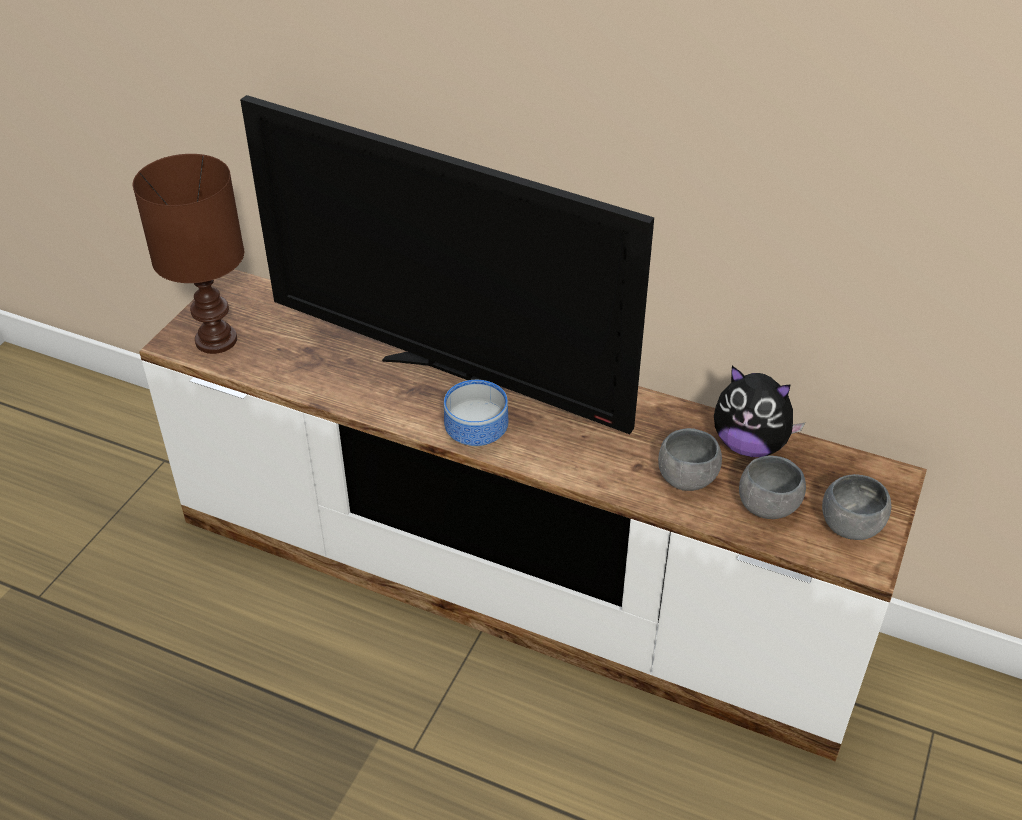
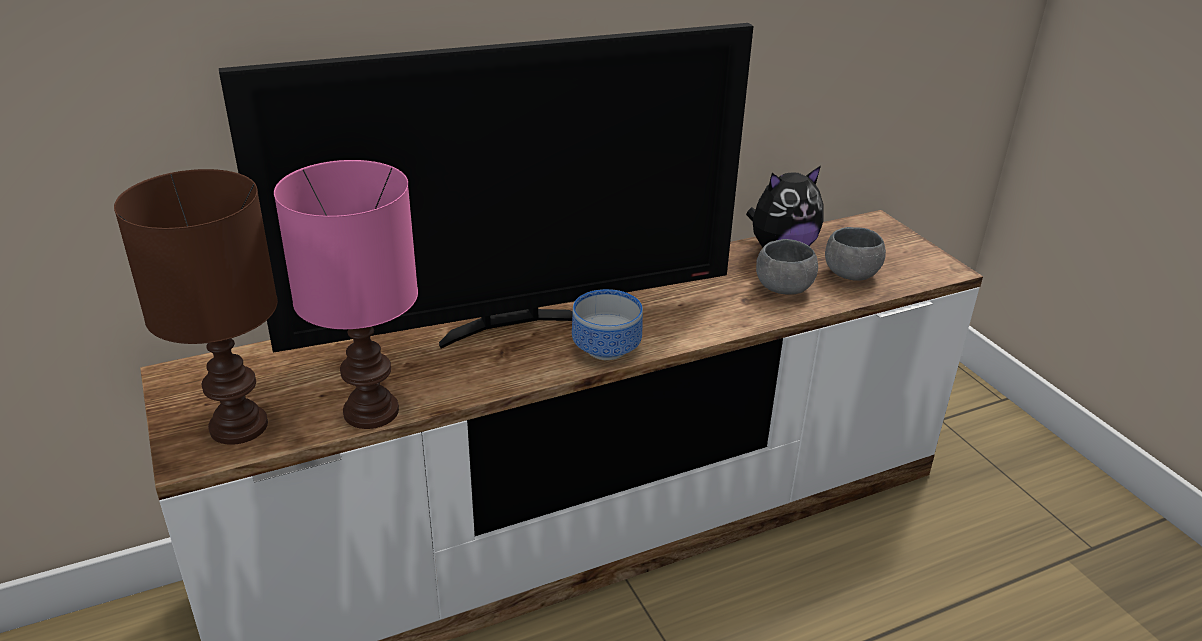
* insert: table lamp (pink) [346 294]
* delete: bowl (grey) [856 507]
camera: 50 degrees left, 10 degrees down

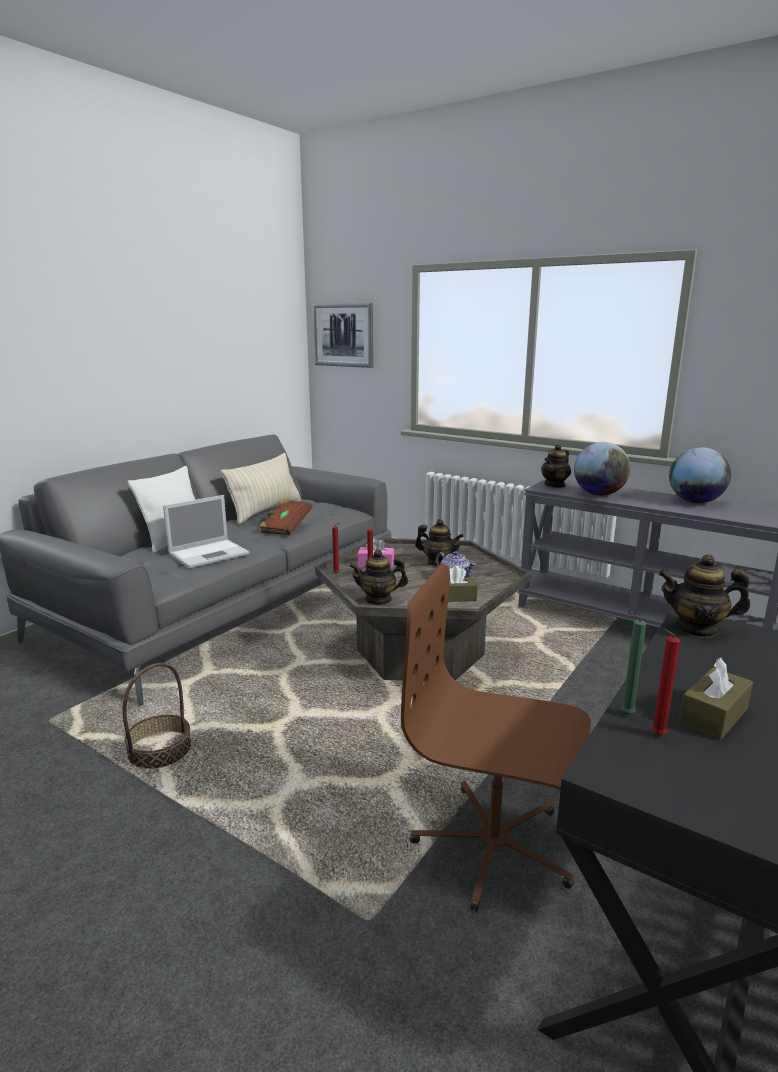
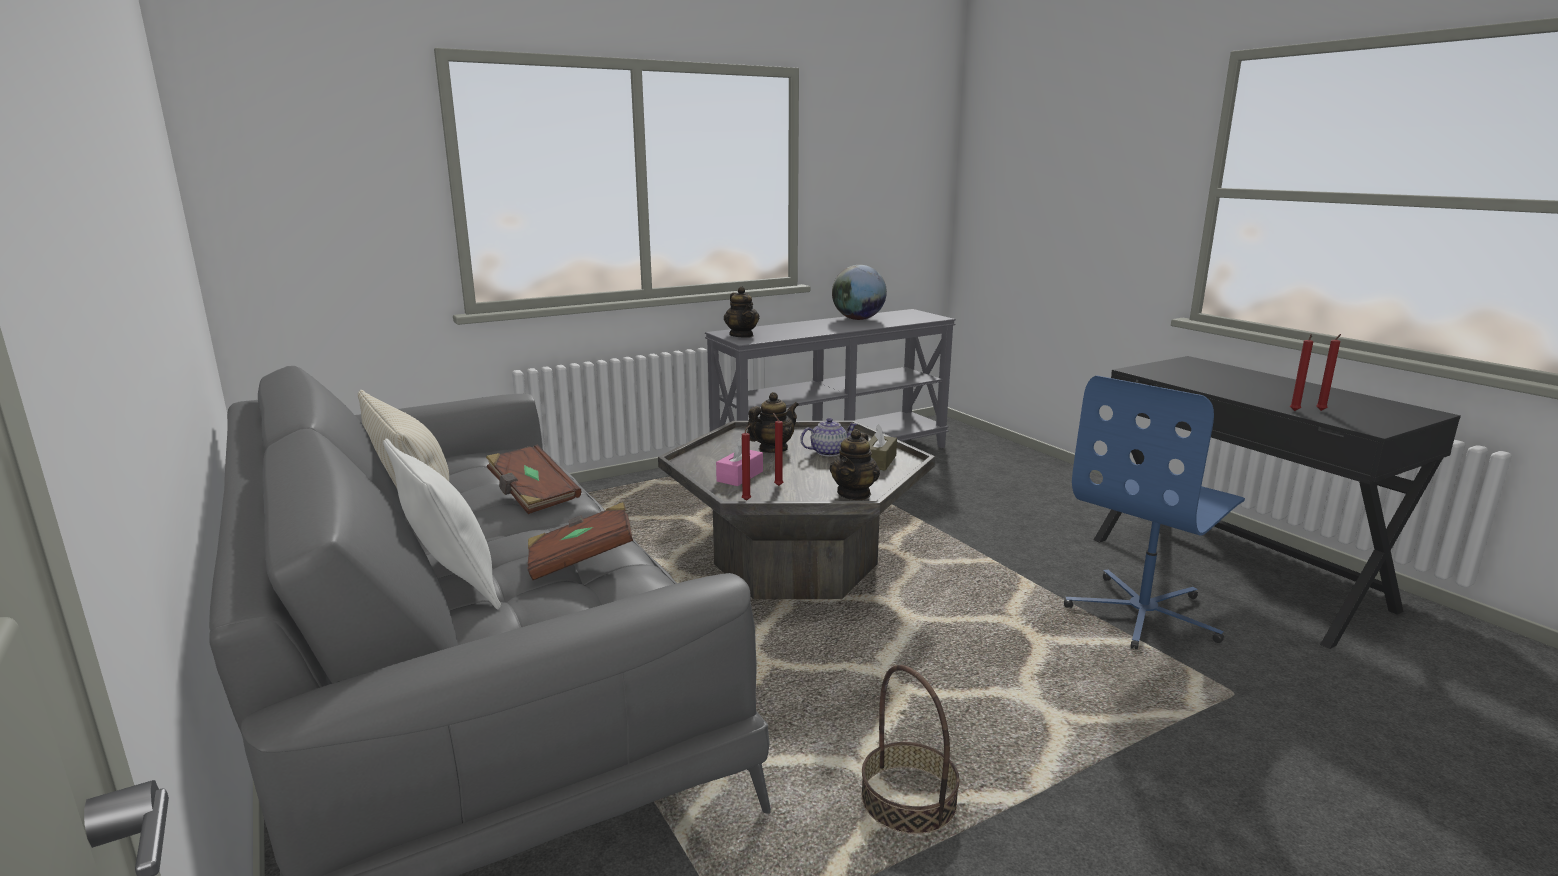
* replace: laptop [206 532] to book (brown) [580 541]
* recolor: office chair (brown) [496 737] to office chair (blue) [1154 512]
* recolor: candle (green) [633 662] to candle (red) [1301 372]
* delete: picture [343 335]
* delete: globe [602 469]
* delete: teapot [704 596]
* delete: tissue box (brown) [716 698]
camera: 65 degrees left, 0 degrees up

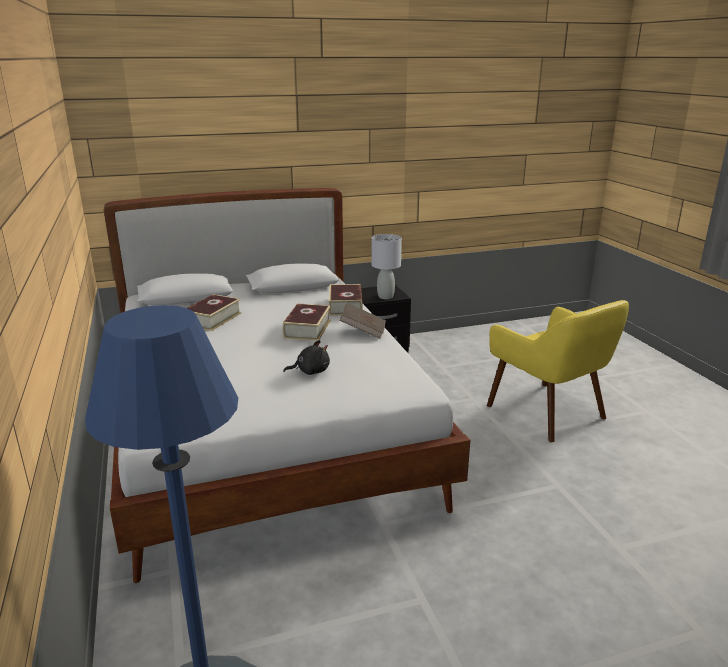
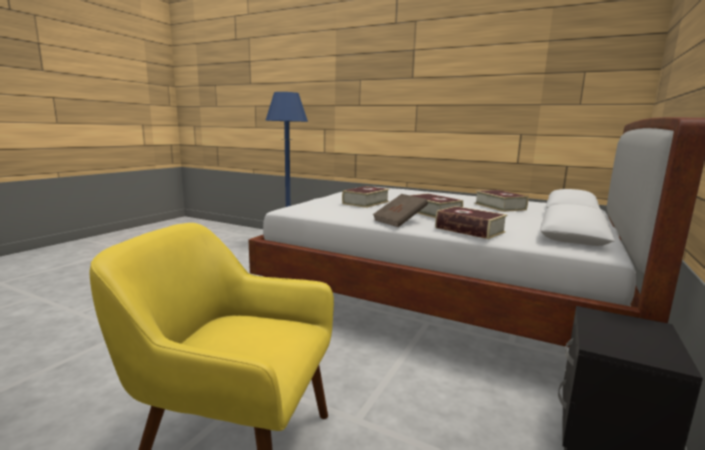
* replace: plush toy (black) [306 357] to book [366 197]
* delete: table lamp (grey) [386 266]
camera: 135 degrees right, 10 degrees down

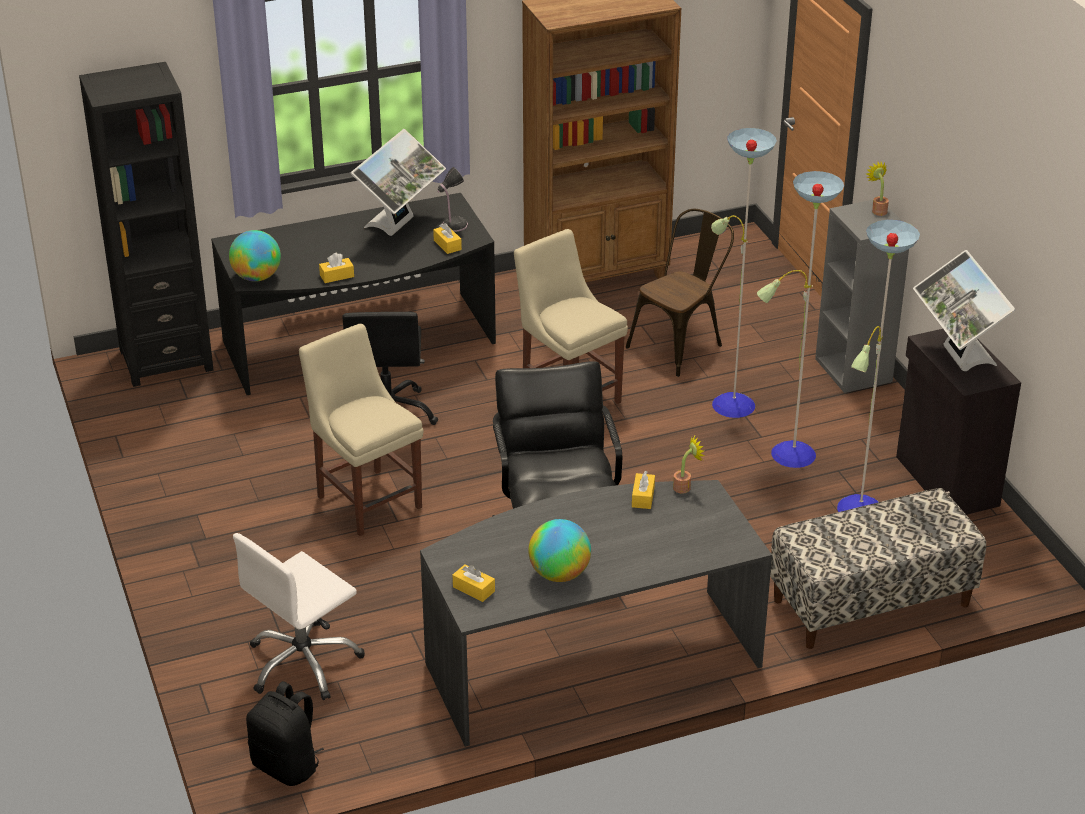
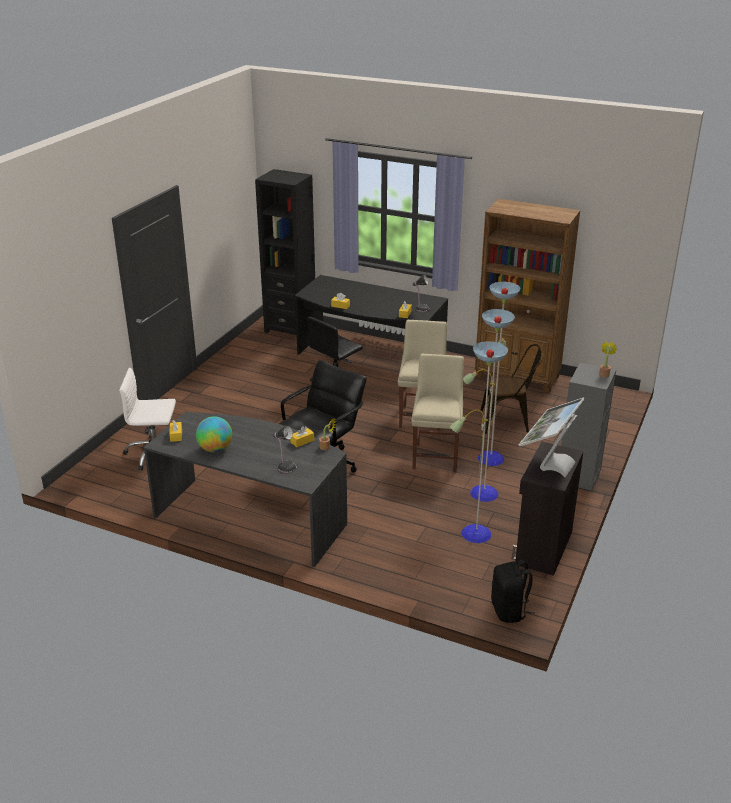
* insert: table lamp [285 449]
* move: chair (beige) [361 430] to [437 413]
* move: backpack (black) [285 733] to [513 591]
* delete: globe [255 256]
* delete: monitor [398 182]
* delete: bench [878 568]
camera: 45 degrees right, 5 degrees down

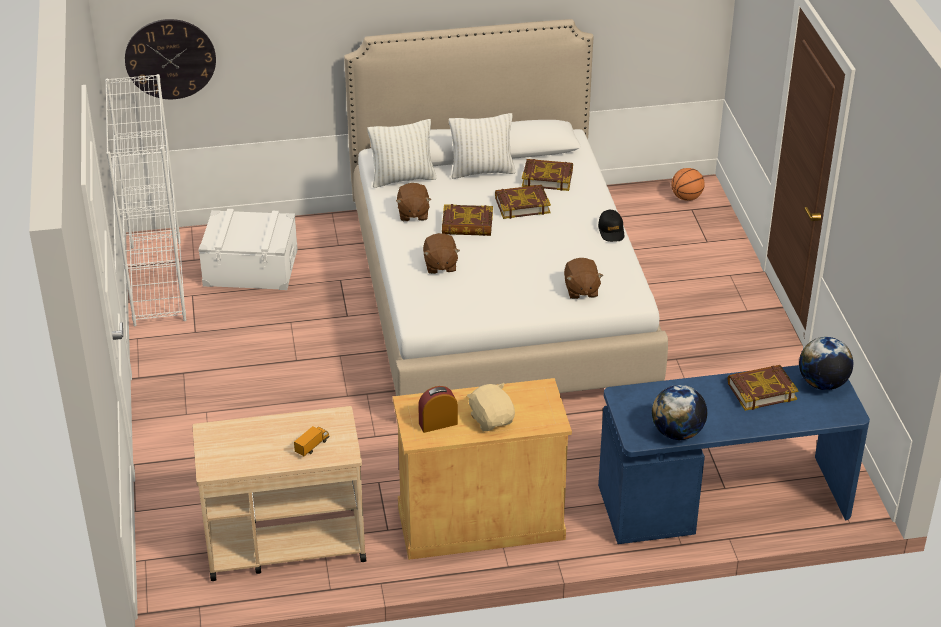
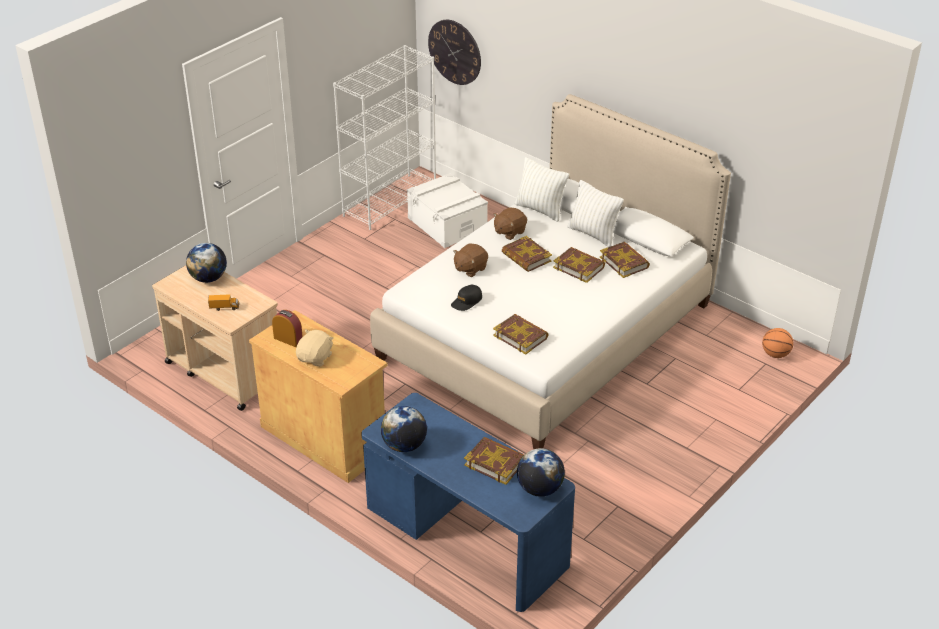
* insert: globe [206 263]
* move: cap (black) [611 226] to [466 298]
* replace: plush toy (brown) [583 278] to book [520 334]
camera: 50 degrees right, 0 degrees up

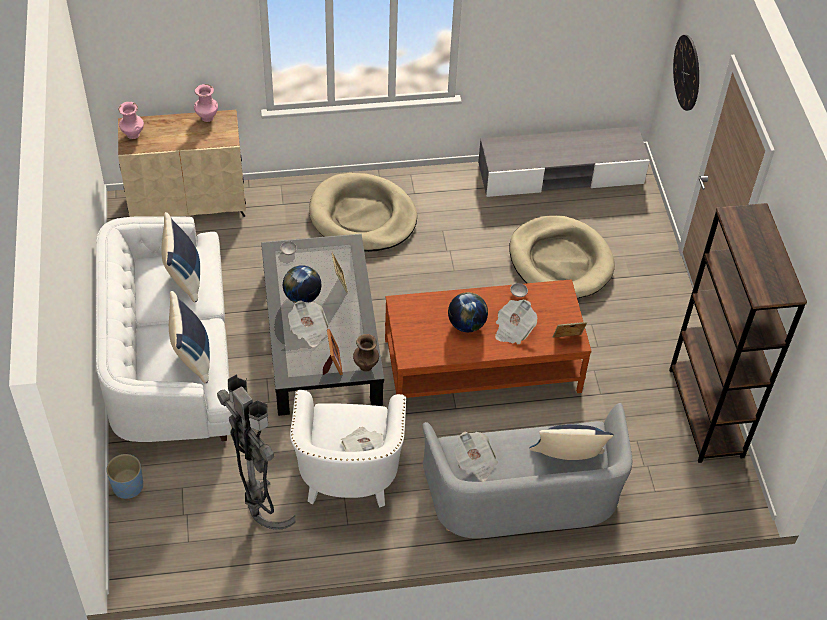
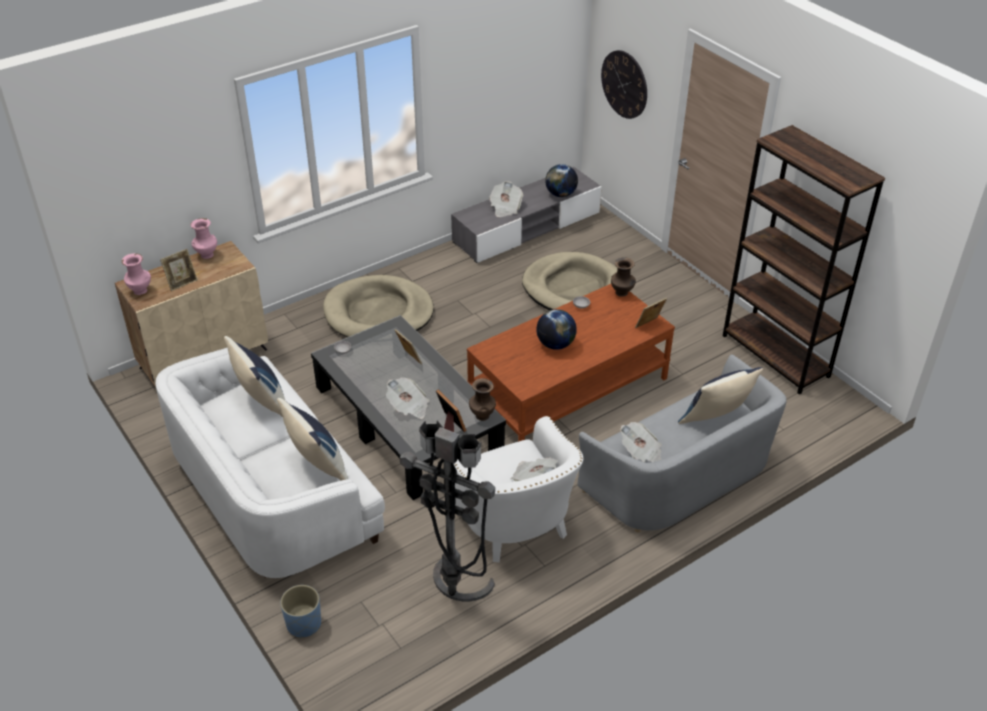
* insert: picture frame [178 270]
* move: newspaper [516 322] to [506 199]
* move: globe [302 284] to [561 180]
* insert: vase (brown) [623 277]
camera: 25 degrees left, 10 degrees down

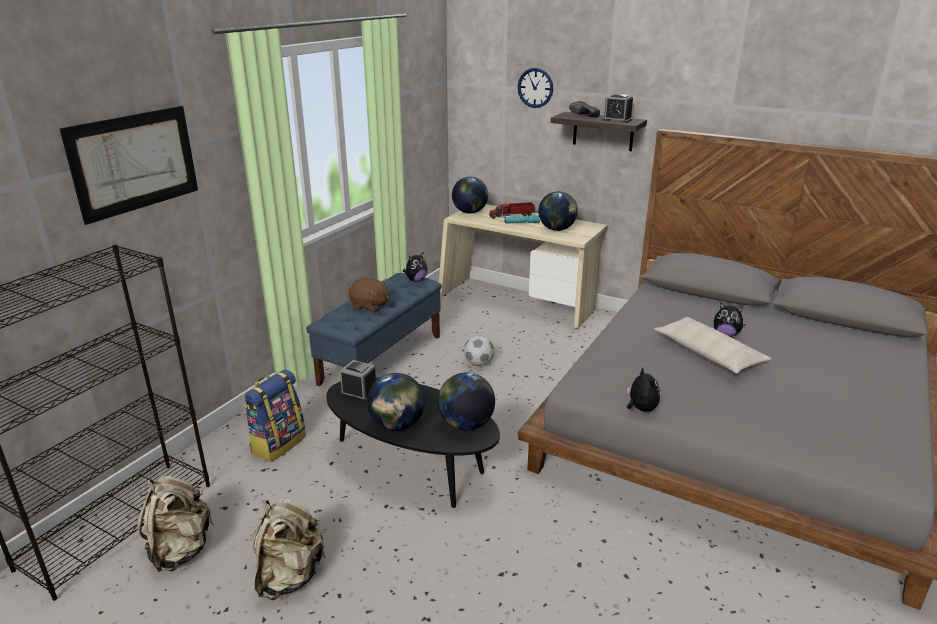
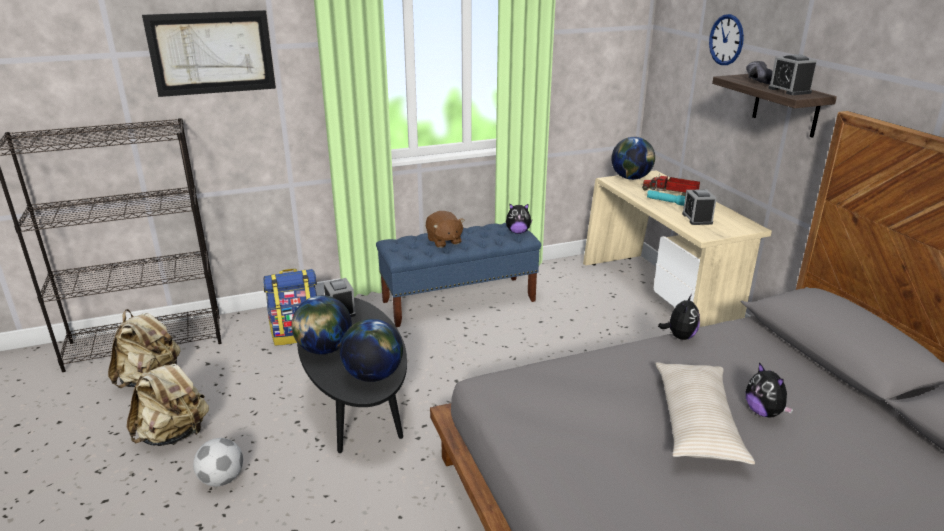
* move: football [479 350] to [218 462]
* move: plush toy [643 389] to [679 317]
* replace: globe [558 211] to alarm clock [699 207]
camera: 40 degrees right, 0 degrees up

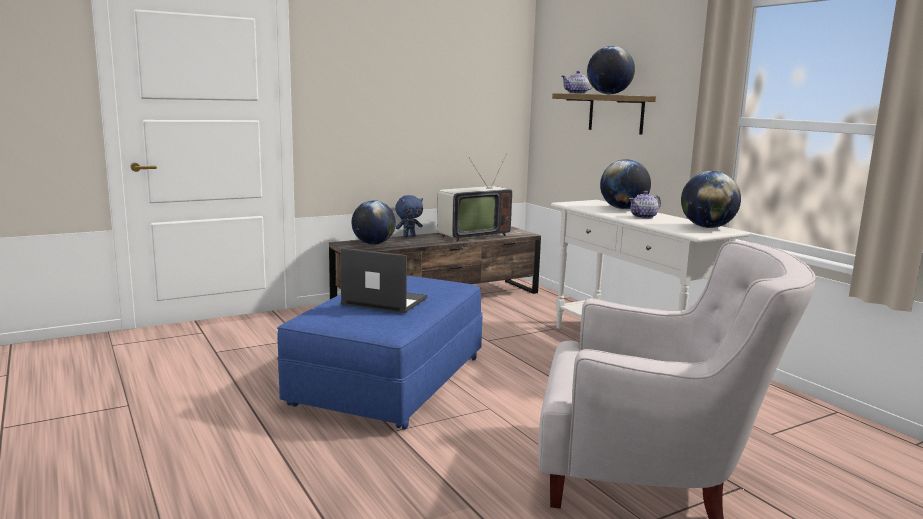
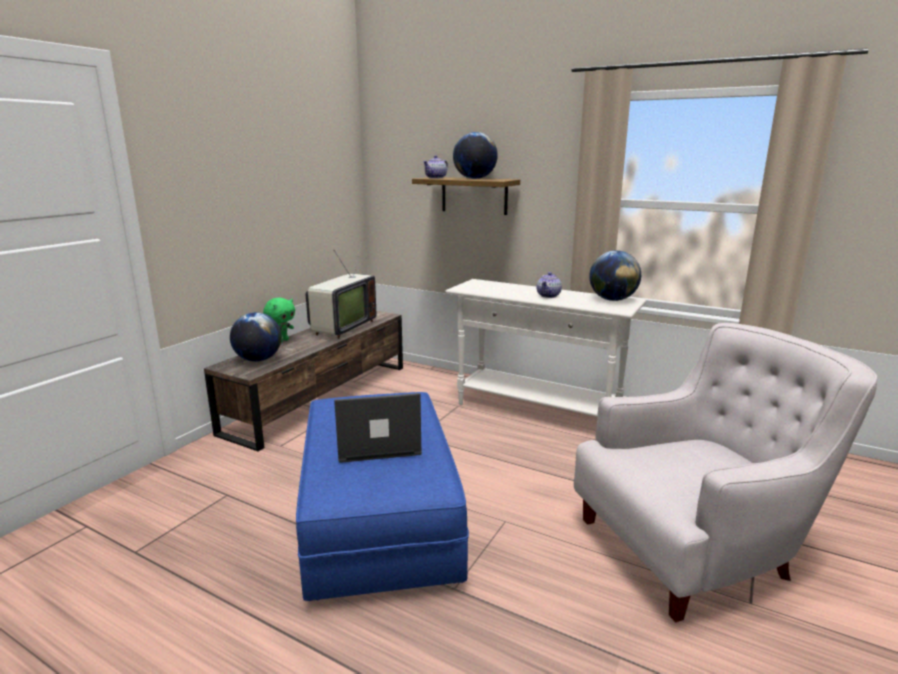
* recolor: plush toy (blue) [409 216] to plush toy (green) [279 320]
* delete: globe [625 184]
camera: 30 degrees left, 5 degrees up

